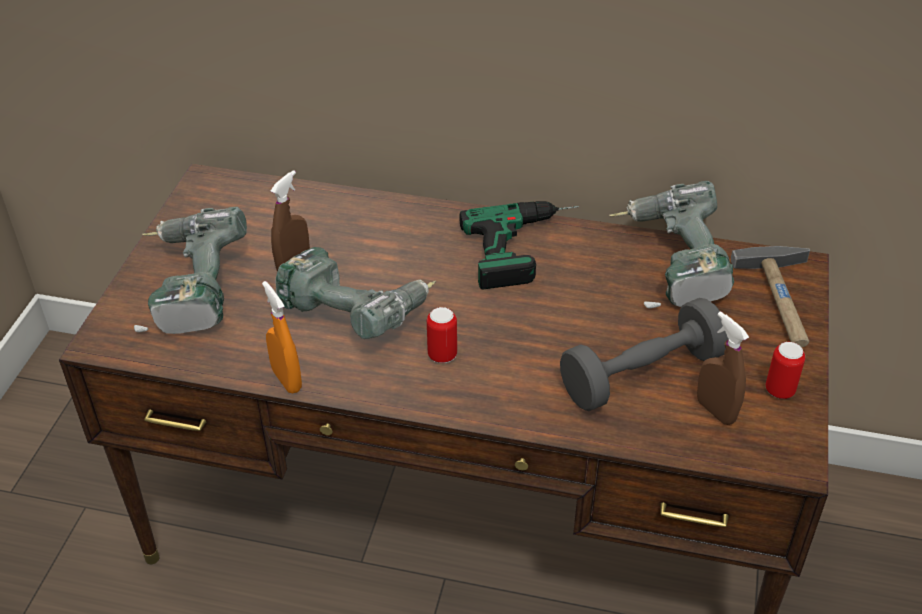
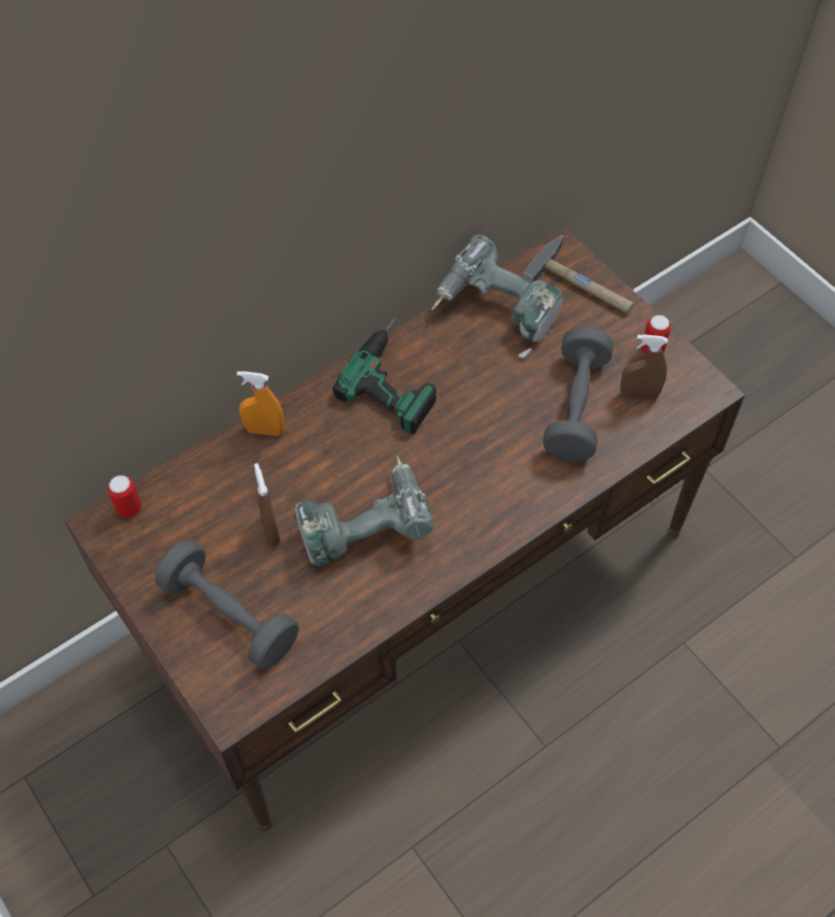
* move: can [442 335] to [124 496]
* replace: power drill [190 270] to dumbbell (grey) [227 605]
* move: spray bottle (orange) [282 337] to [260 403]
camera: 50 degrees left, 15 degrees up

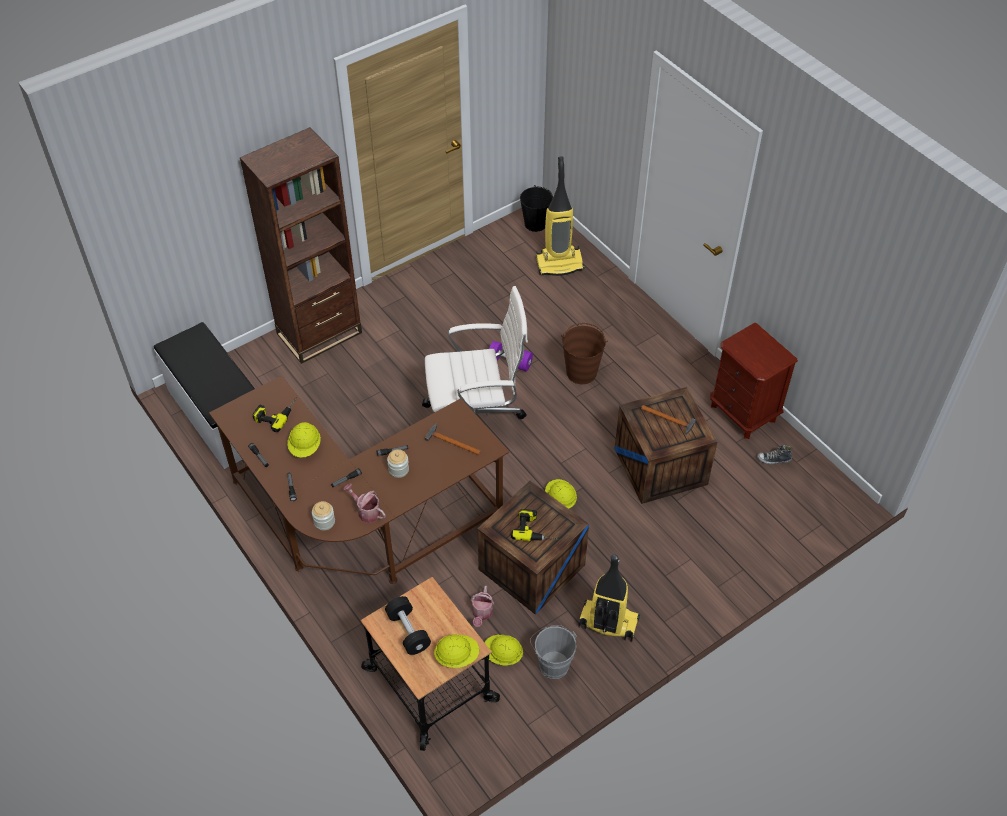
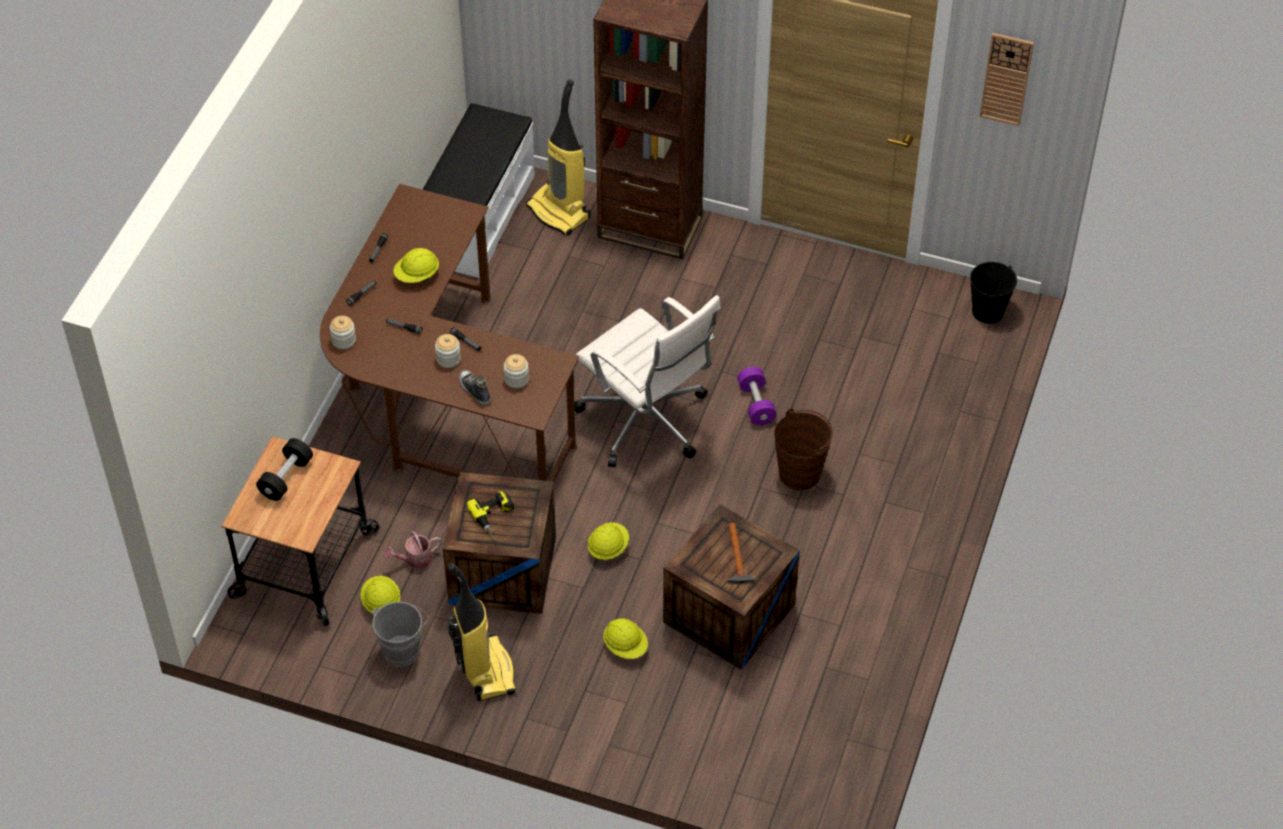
* move: shoe [774 455] to [475 387]
* replace: hammer [453 439] to jar [516 371]
* move: vacuum cleaner [560 216] to [558 157]
* move: hard hat (yellow) [456 651] to [625 638]
* insert: wall clock [1006 79]
* delete: power drill [275 415]
* delete: watering can [365 503]
* delete: nightstand (brown) [754 381]
camera: 55 degrees right, 0 degrees up

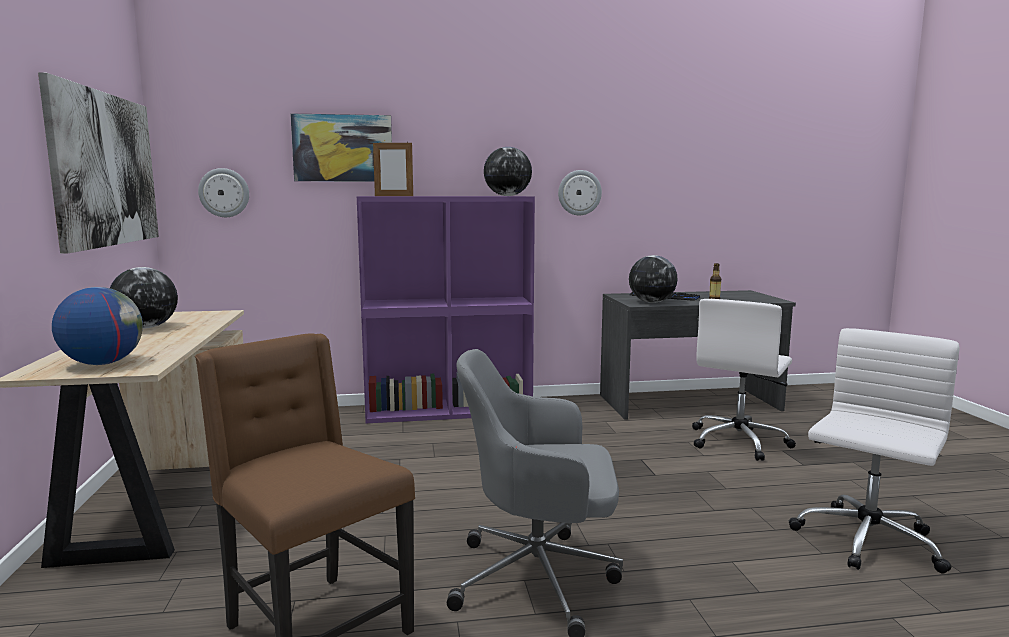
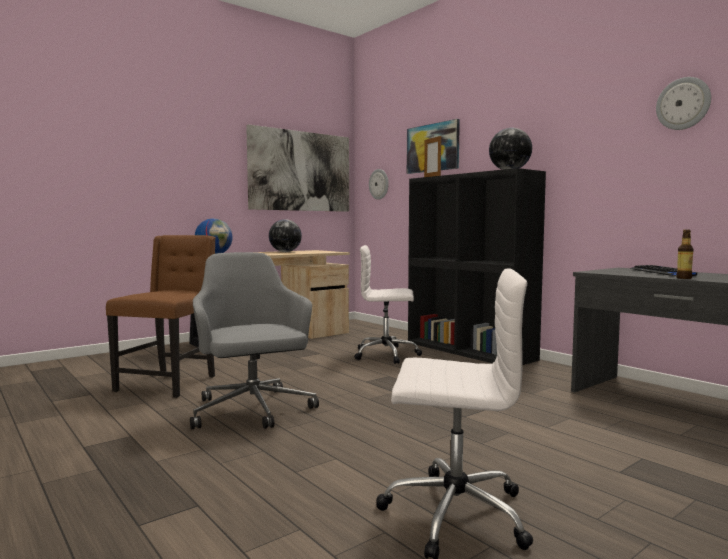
* move: office chair (white) [744 380] to [388 304]
* recolor: bookcase (purple) [446 309] to bookcase (black) [477 266]
* move: wall clock [580 192] to [683 103]
* delete: globe [653 279]
camera: 60 degrees right, 5 degrees down

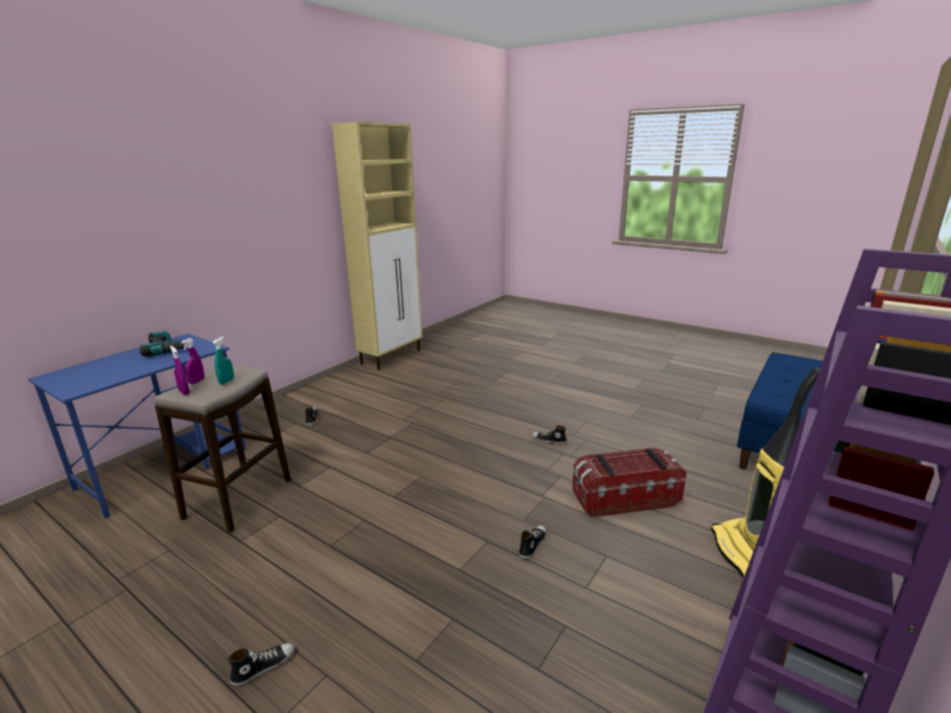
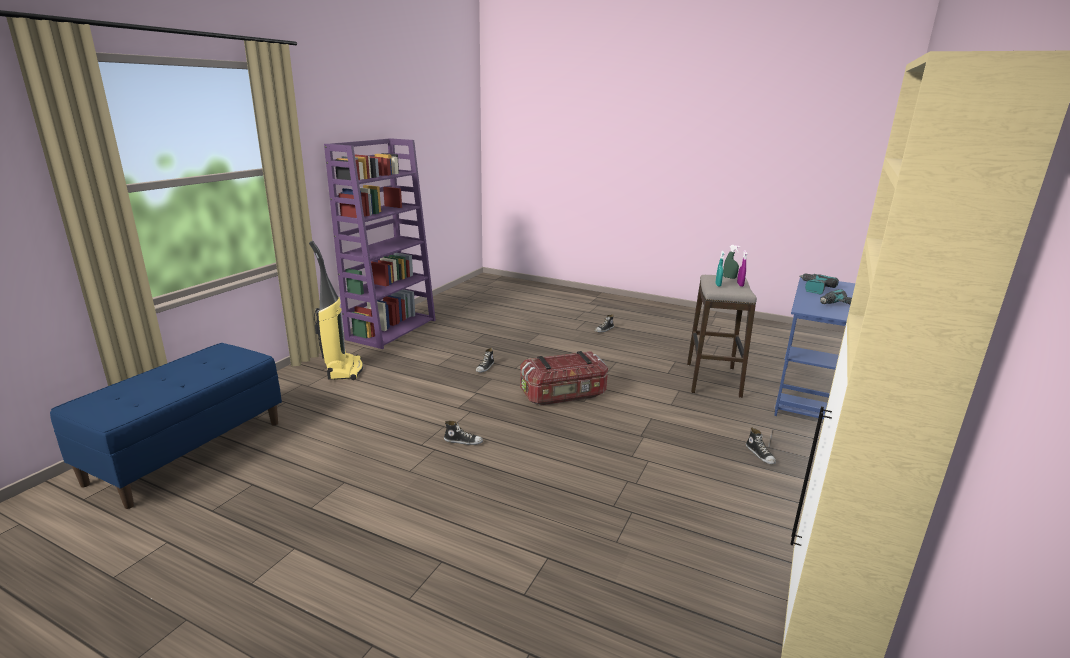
* move: storage box [629 482] to [564 378]
* recolor: spray bottle (purple) [180 370] to spray bottle (green) [731 262]
* insert: power drill [819 283]
camera: 170 degrees right, 0 degrees up

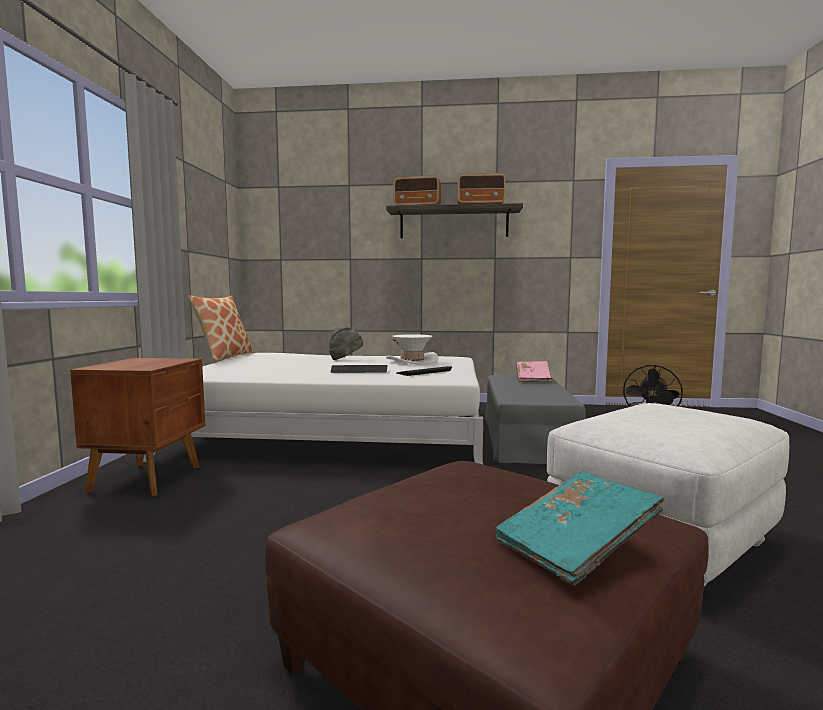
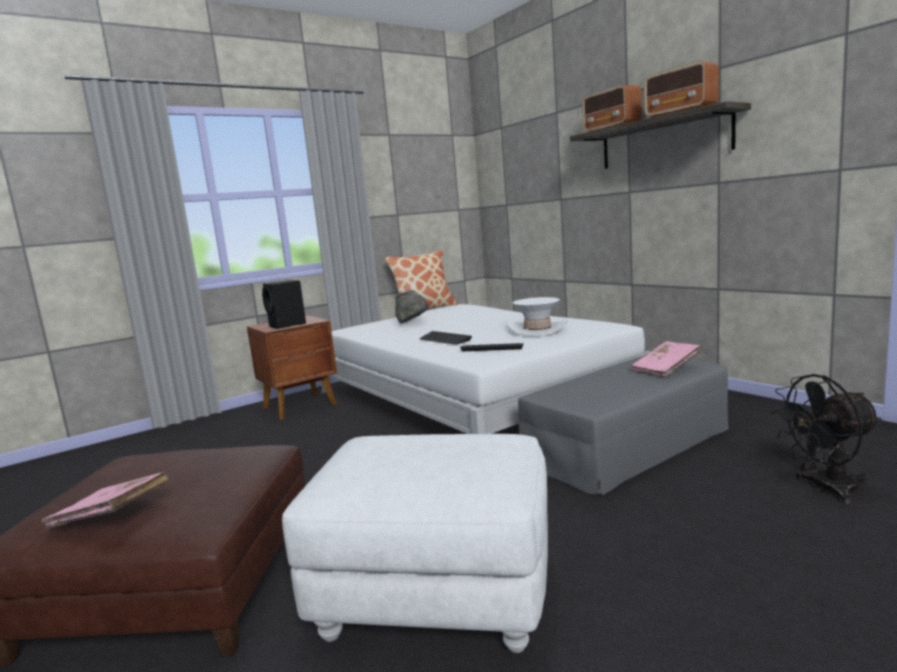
* recolor: book (turquoise) [580 529] to book (pink) [105 500]
* insert: speaker (black) [284 304]
* move: hat (grey) [346 343] to [411 306]
camera: 50 degrees right, 5 degrees up

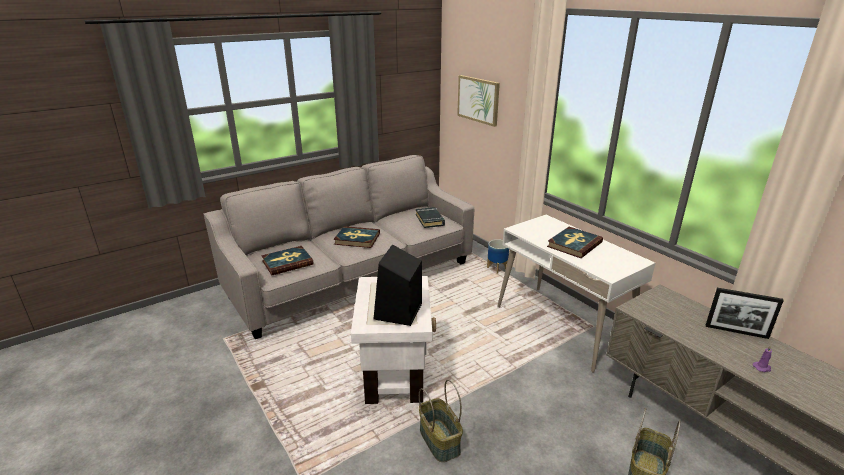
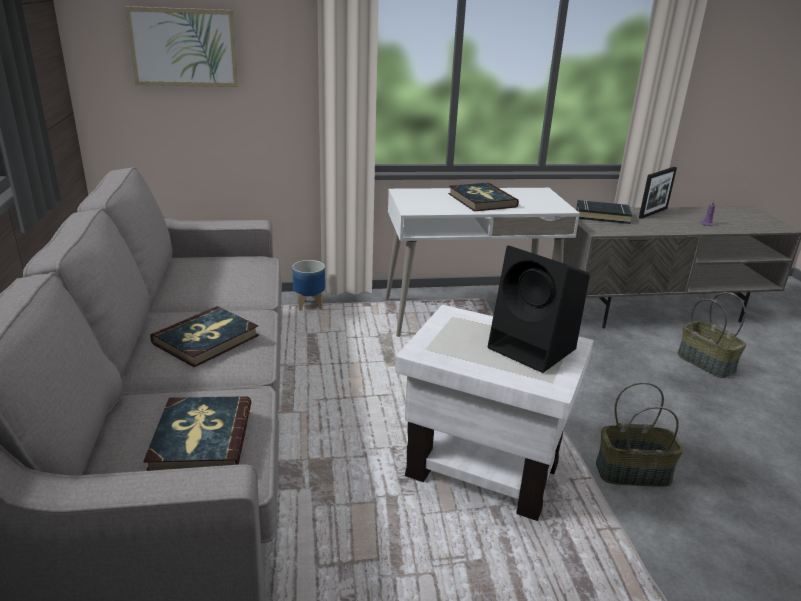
* move: book (black) [430 217] to [604 212]
camera: 65 degrees left, 0 degrees up

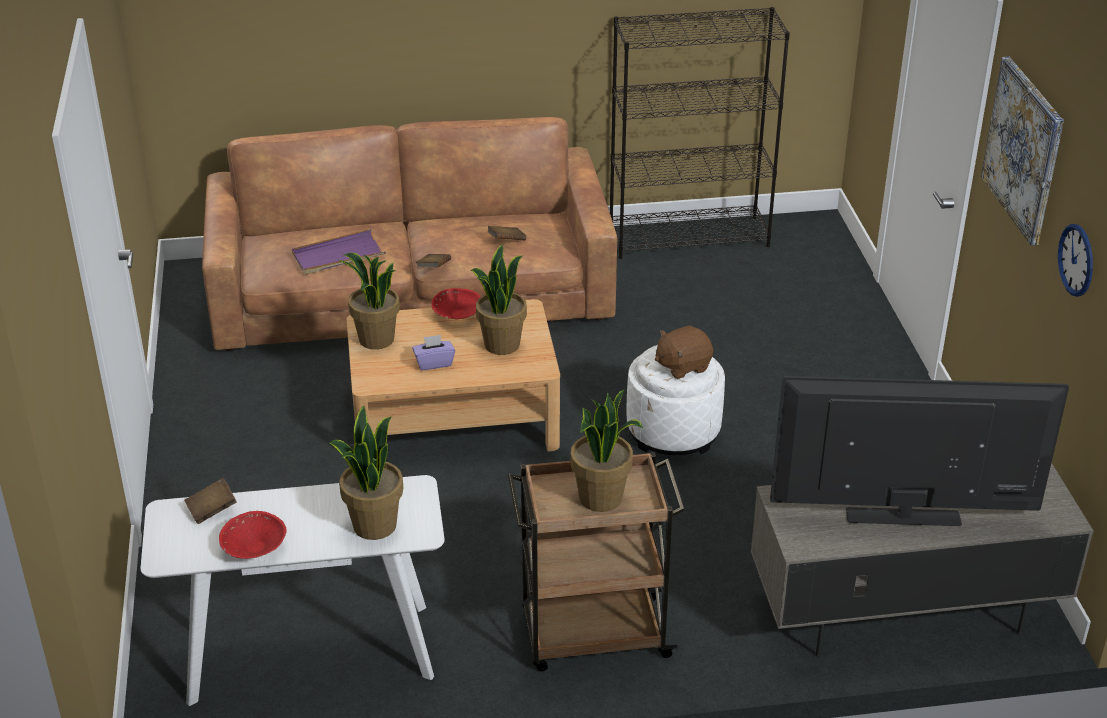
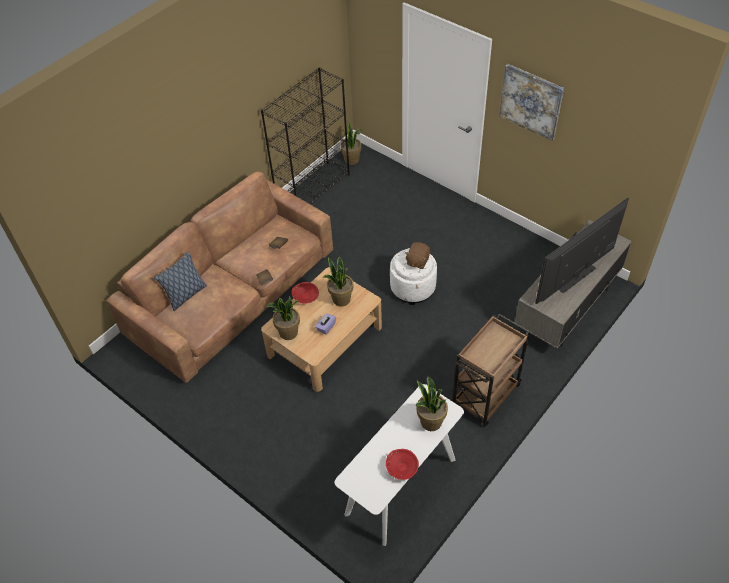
* insert: pillow [180 281]
* move: potted plant [606 450] to [351 143]
* delete: book (brown) [210 501]
* delete: tray (purple) [339 252]
* delete: wall clock [1075 260]
camera: 40 degrees left, 15 degrees up

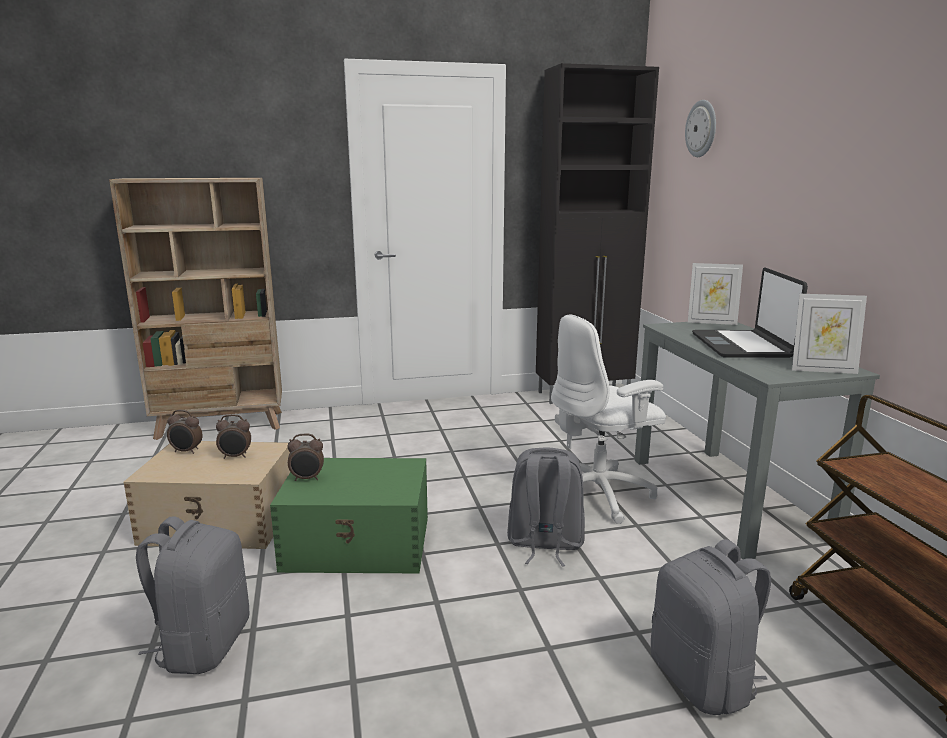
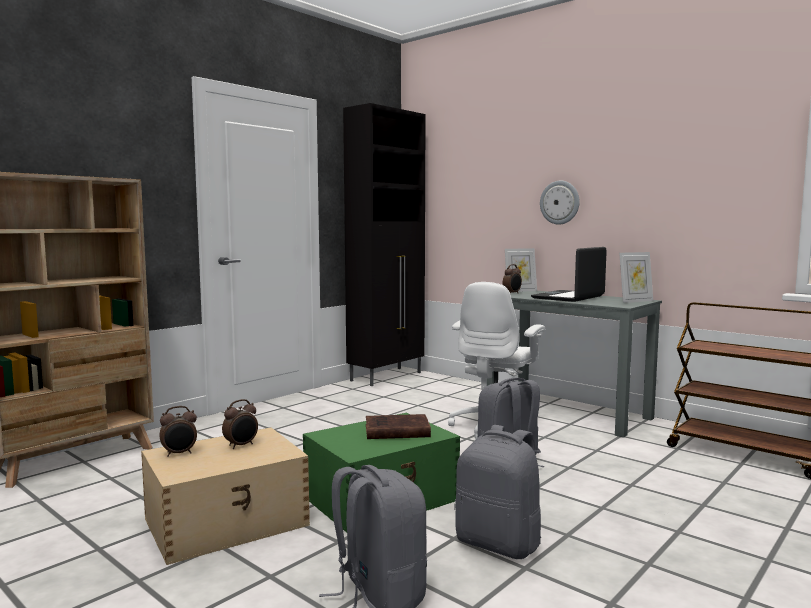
* insert: book (brown) [398 426]
* move: backpack (grey) [711 627] to [498 492]
* move: alarm clock [305 457] to [512 278]
* rotate: laptop [750 312] = [569 274] 75 degrees clockwise
* move: wall clock [700 128] to [560 203]
camera: 35 degrees left, 10 degrees down

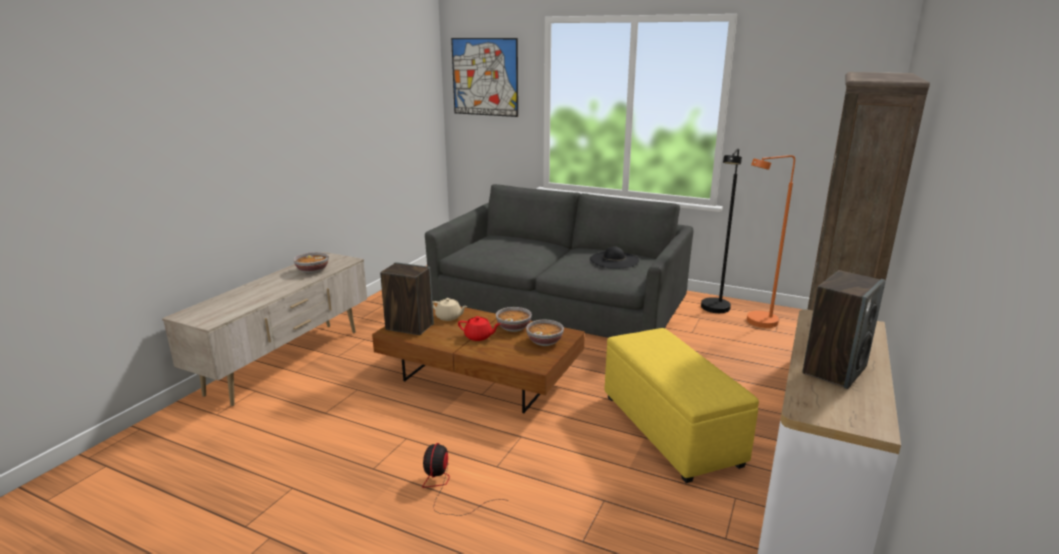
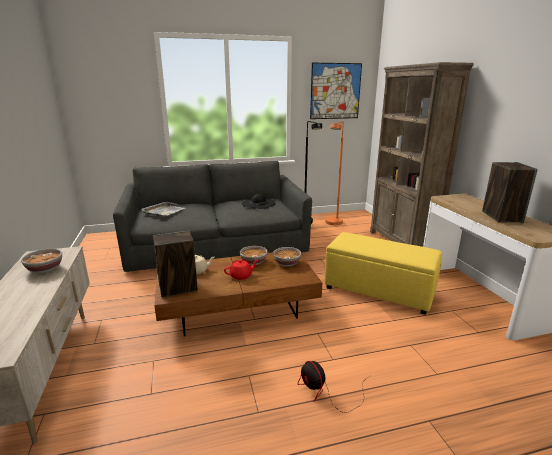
* insert: tray (grey) [163 209]
* move: picture [484 77] to [336 91]
camera: 40 degrees left, 0 degrees up

